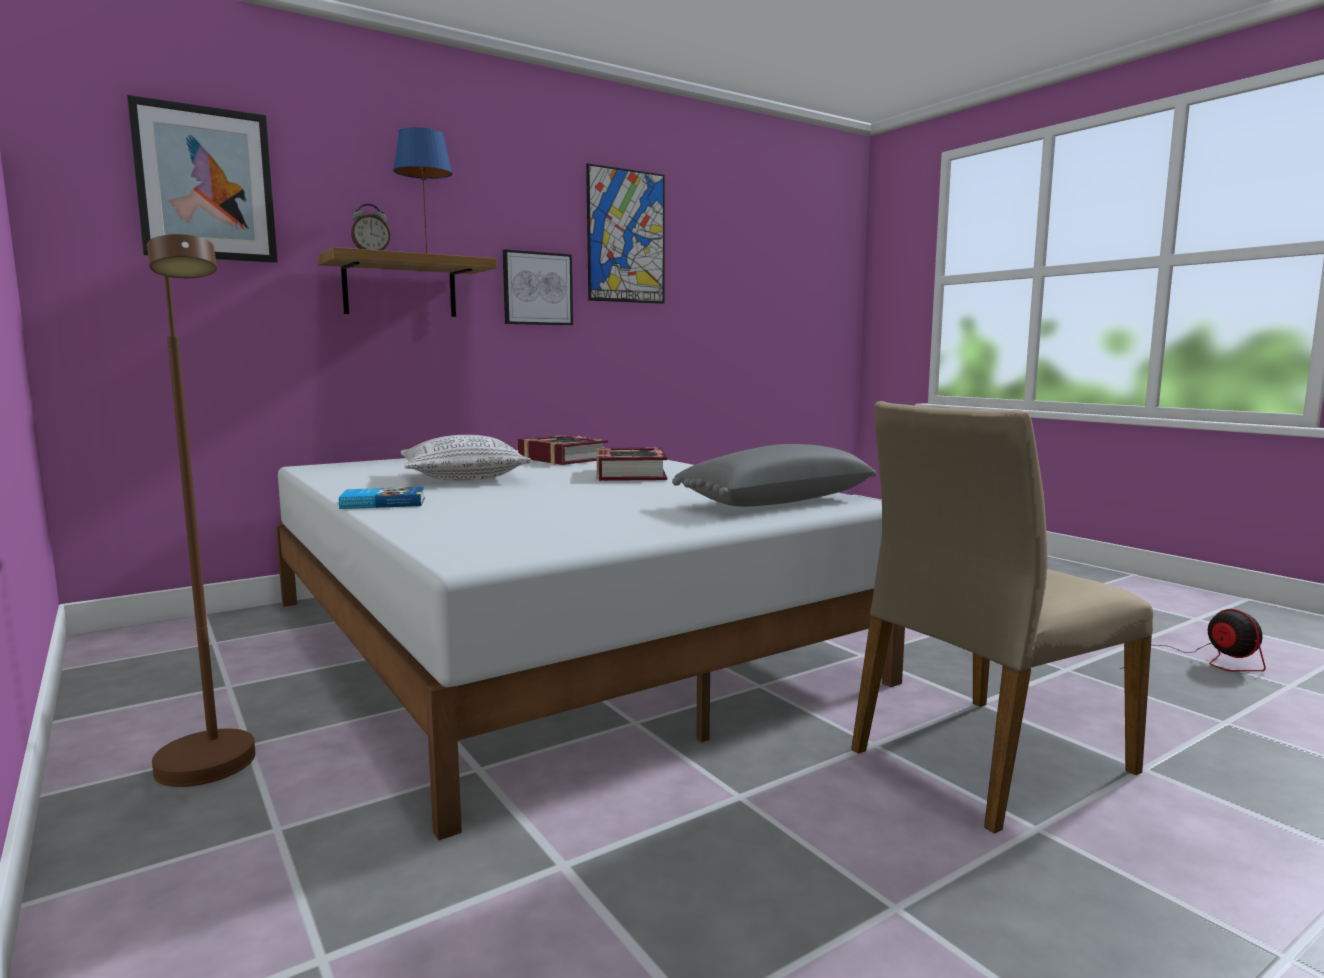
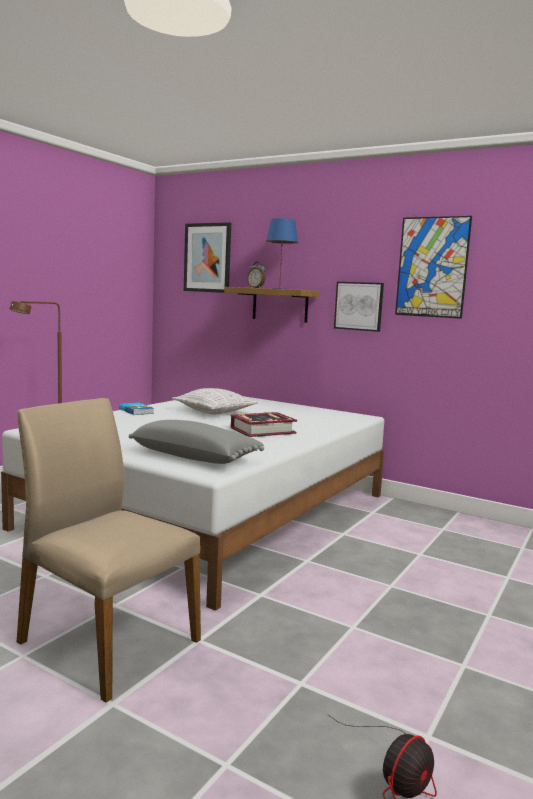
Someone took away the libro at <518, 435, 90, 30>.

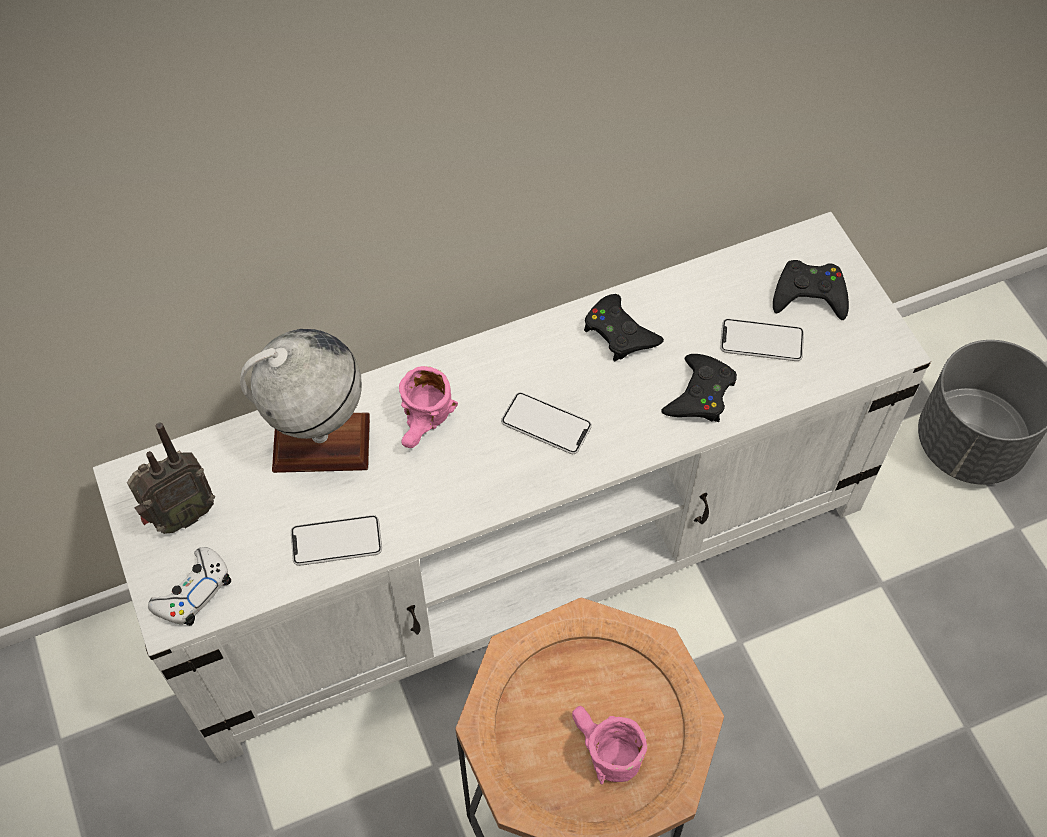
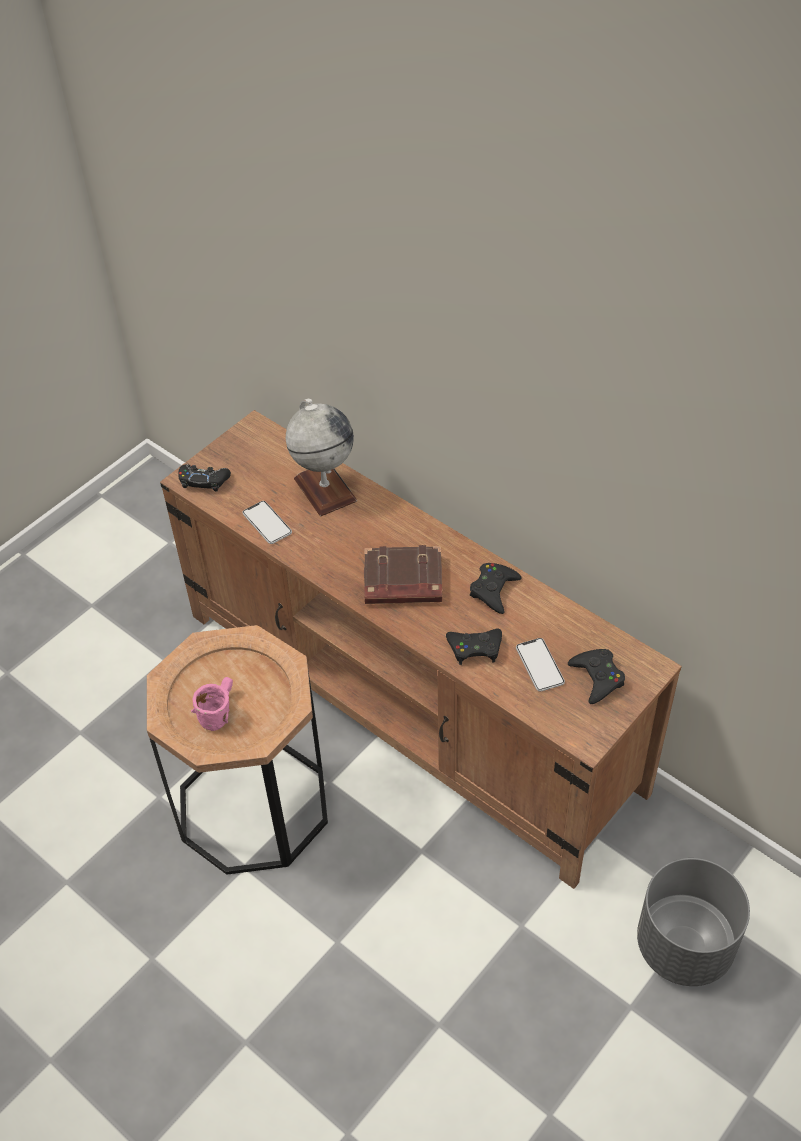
Someone took away the radio at <127, 423, 88, 111>. Someone took away the taza grande [rosa] at <399, 366, 59, 82>. Someone swapped the móvil at <501, 392, 91, 62> for the libro [marrón] at <364, 545, 78, 59>. Someone repainted the mueble de televisión [blanco] at <93, 212, 838, 551>, which became the mueble de televisión [marrón] at <160, 410, 522, 479>. Someone repainted the mando de consola [blanco] at <148, 547, 83, 79>, which became the mando de consola [negro] at <178, 464, 53, 28>.

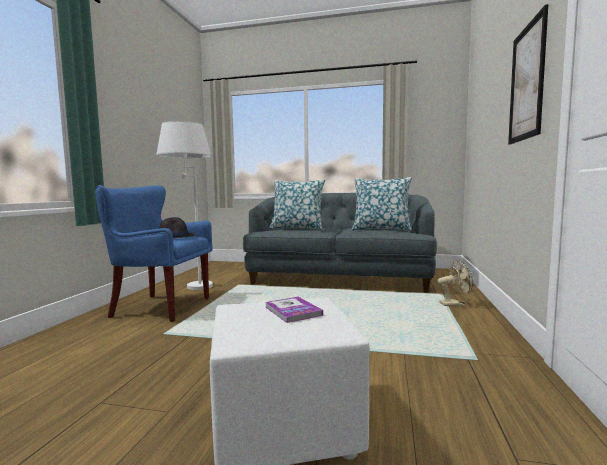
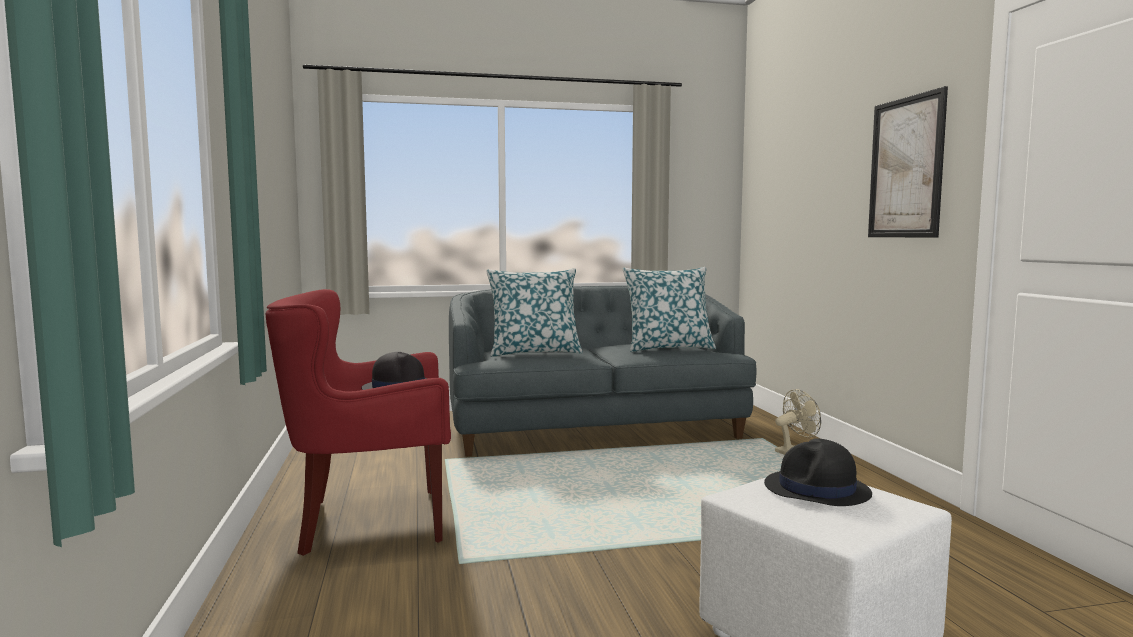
Someone took away the lámpara de pie [blanco] at <157, 121, 56, 169>. Someone swapped the libro at <265, 297, 58, 26> for the sombrero [negro] at <764, 439, 108, 67>. Someone repainted the sillón [azul] at <95, 185, 118, 137>, which became the sillón [rojo] at <266, 289, 185, 267>.

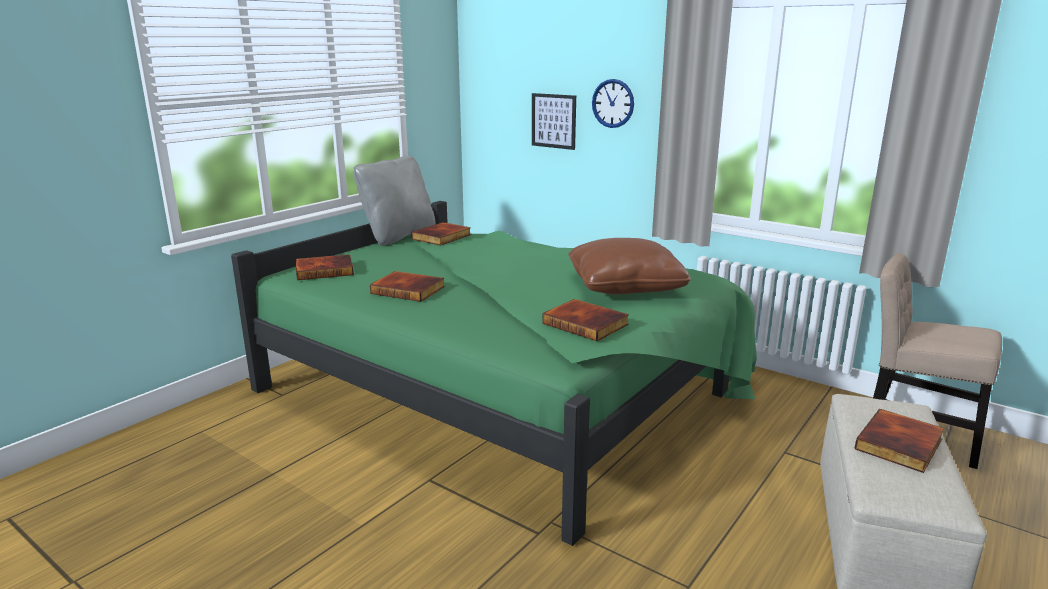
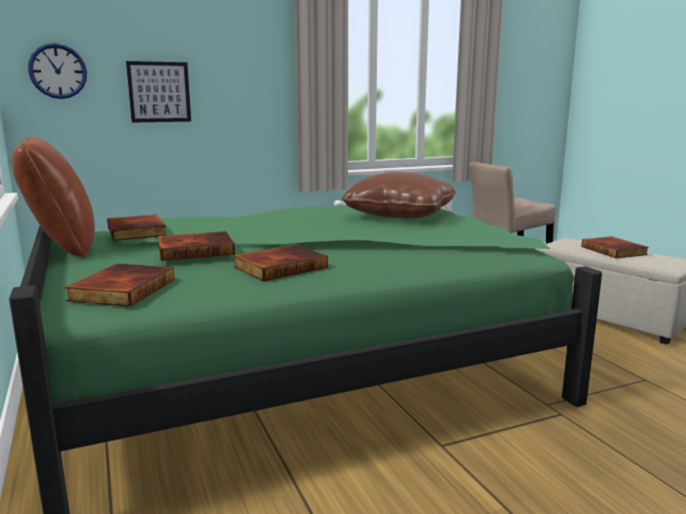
Someone carried the libro from <542, 299, 87, 42> to <157, 231, 78, 30>. Someone carried the reloj de pared from <592, 79, 42, 49> to <28, 43, 59, 56>. Someone repainted the cojín [gris] at <353, 156, 82, 90>, which became the cojín [marrón] at <12, 137, 83, 121>.

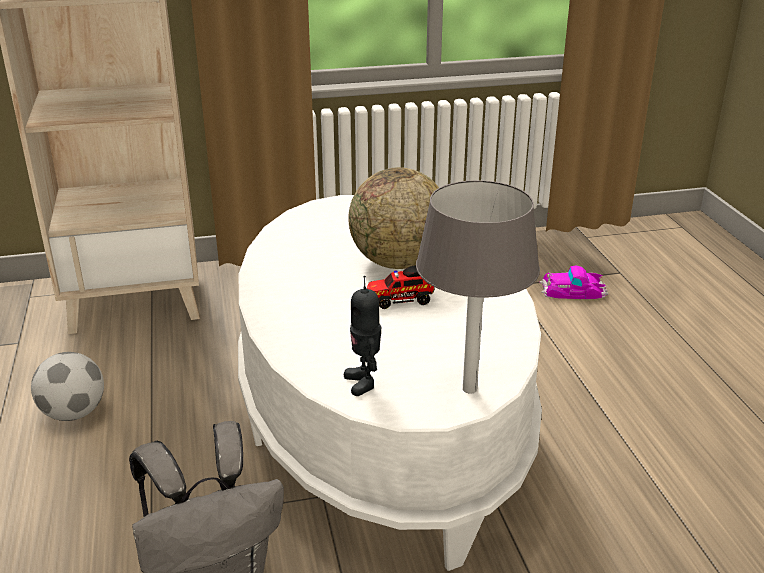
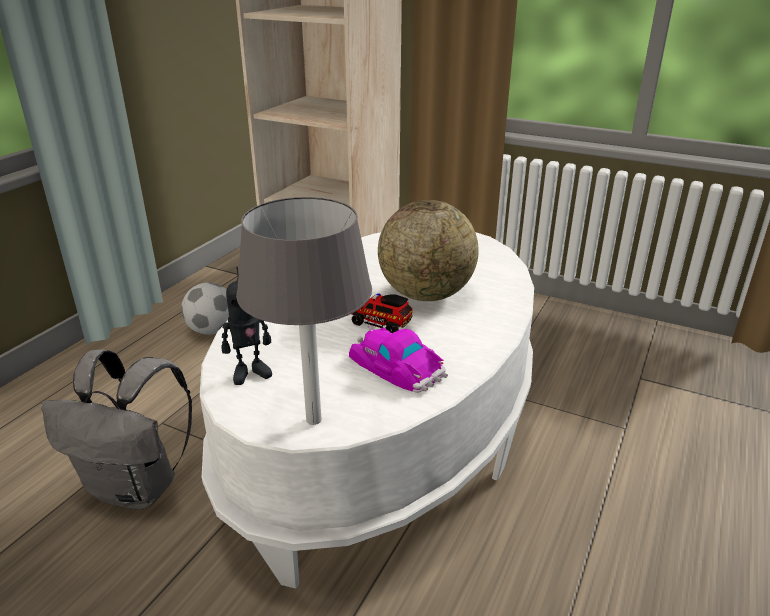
Someone carried the coche de juguete from <539, 265, 69, 34> to <349, 326, 99, 67>. Someone rotated the robot de juguete at <344, 276, 37, 120> by 135 degrees counterclockwise.

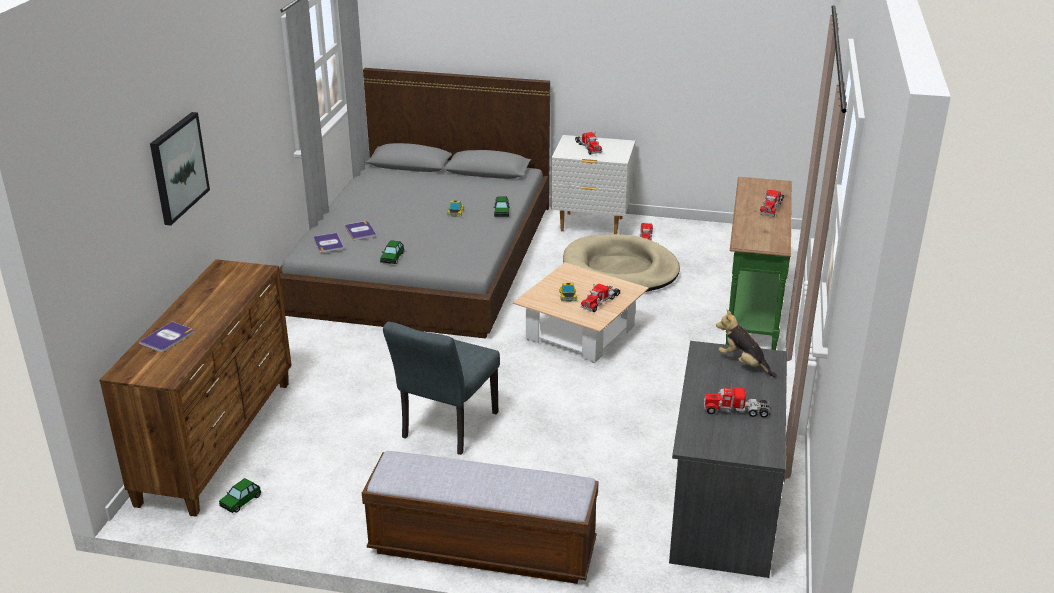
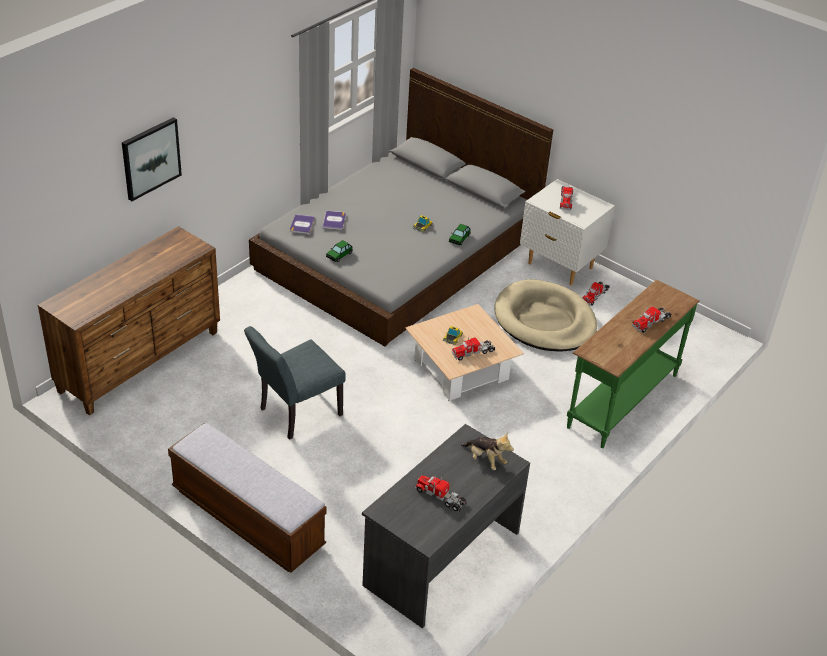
Someone took away the libro at <139, 322, 55, 30>. Someone took away the coche de juguete at <219, 478, 42, 35>. Someone rotated the peluche at <716, 309, 61, 68> by 150 degrees clockwise.

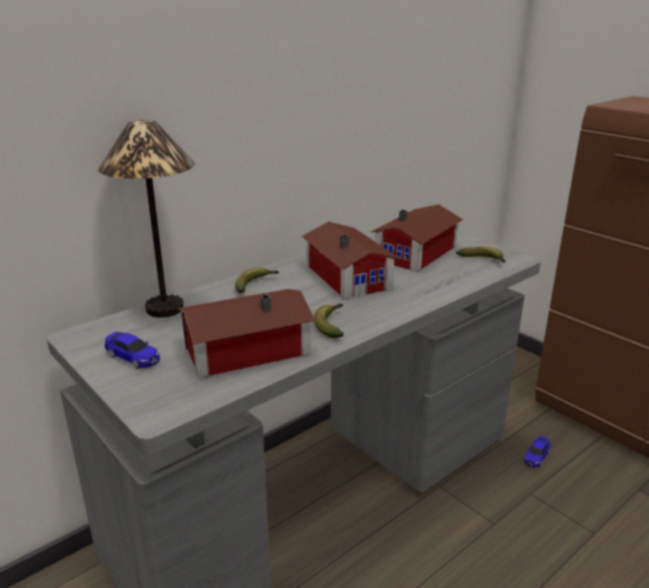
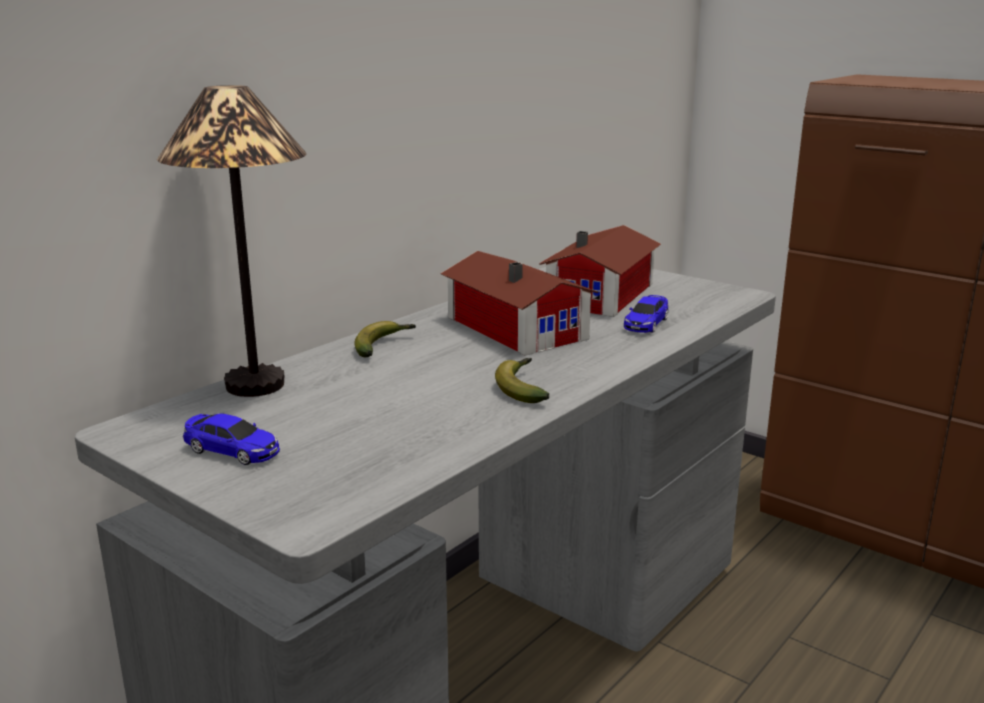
Someone took away the casita at <177, 289, 139, 89>. Someone took away the plátano at <456, 247, 49, 16>. Someone carried the coche de juguete from <524, 436, 27, 32> to <624, 295, 44, 38>.

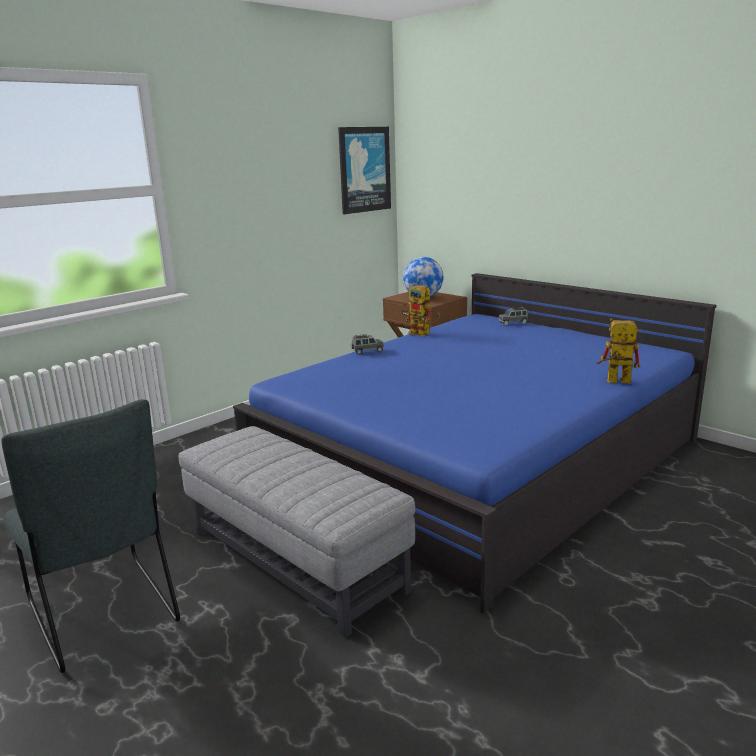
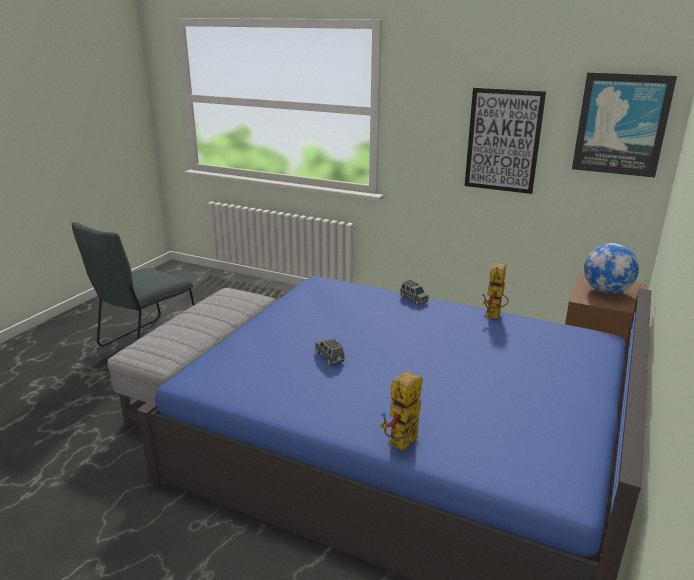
Someone put up the cuadro at <465, 87, 81, 107>. Someone carried the coche de juguete [gris] from <499, 307, 29, 18> to <315, 338, 30, 27>. Someone rotated the robot de juguete at <597, 318, 43, 66> by 135 degrees counterclockwise.

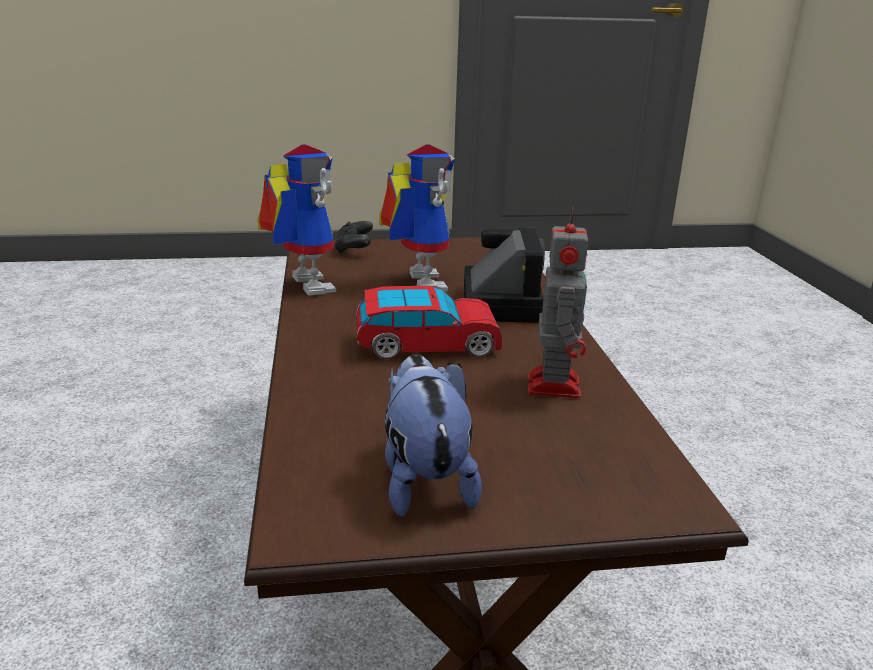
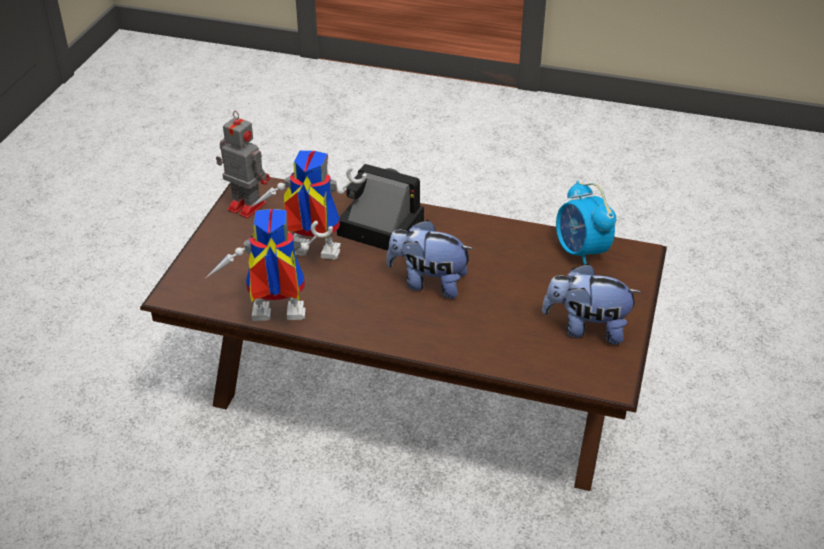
Someone took away the mando de consola [negro] at <334, 221, 39, 33>. Someone put down the despertador at <556, 181, 60, 84>. Someone carried the robot de juguete from <528, 207, 60, 192> to <216, 111, 54, 107>. Someone swapped the coche de juguete at <356, 286, 146, 73> for the peluche at <386, 220, 88, 79>.

